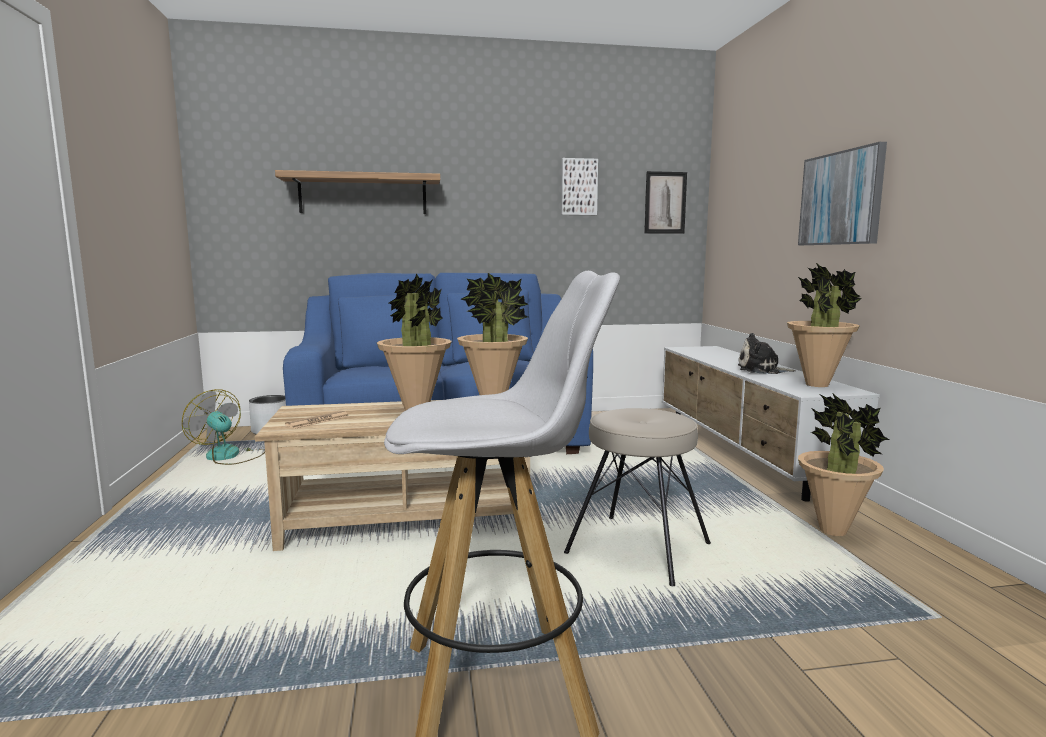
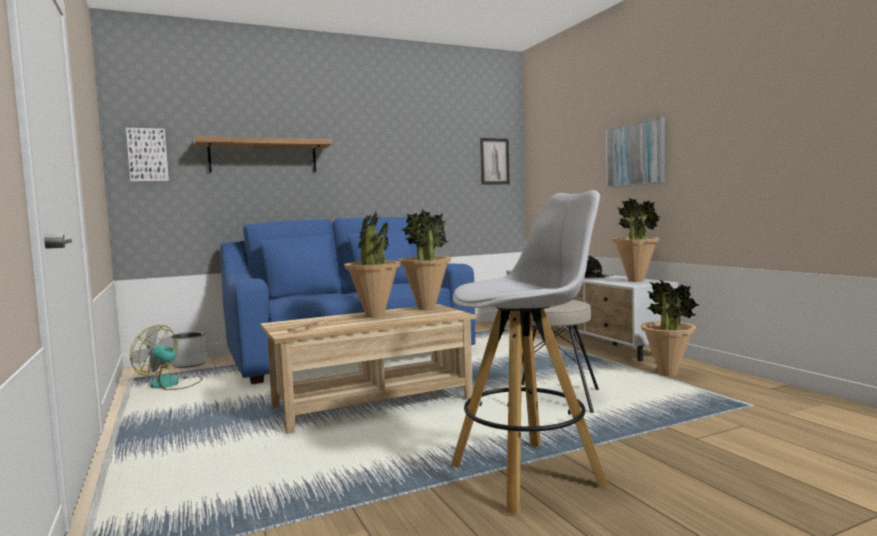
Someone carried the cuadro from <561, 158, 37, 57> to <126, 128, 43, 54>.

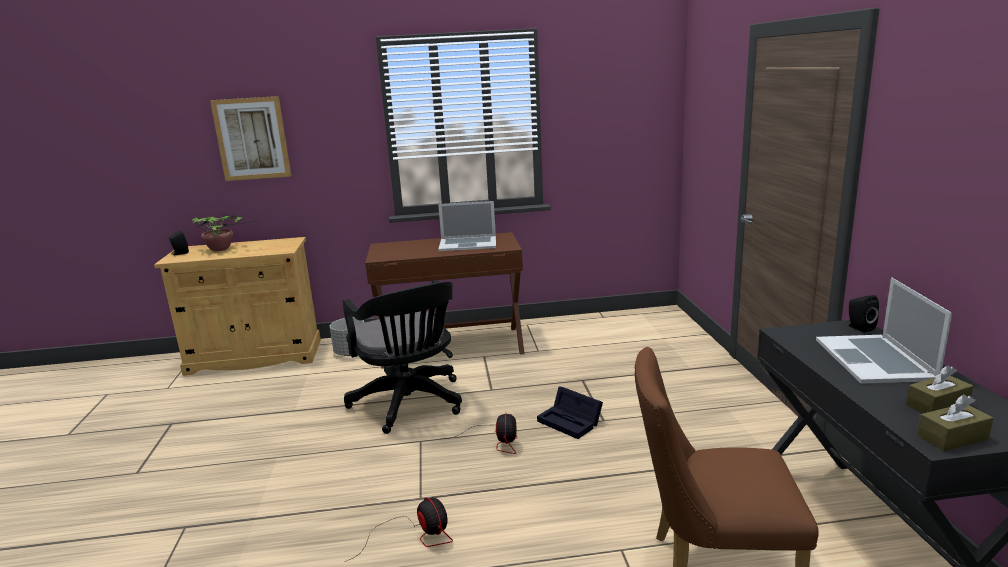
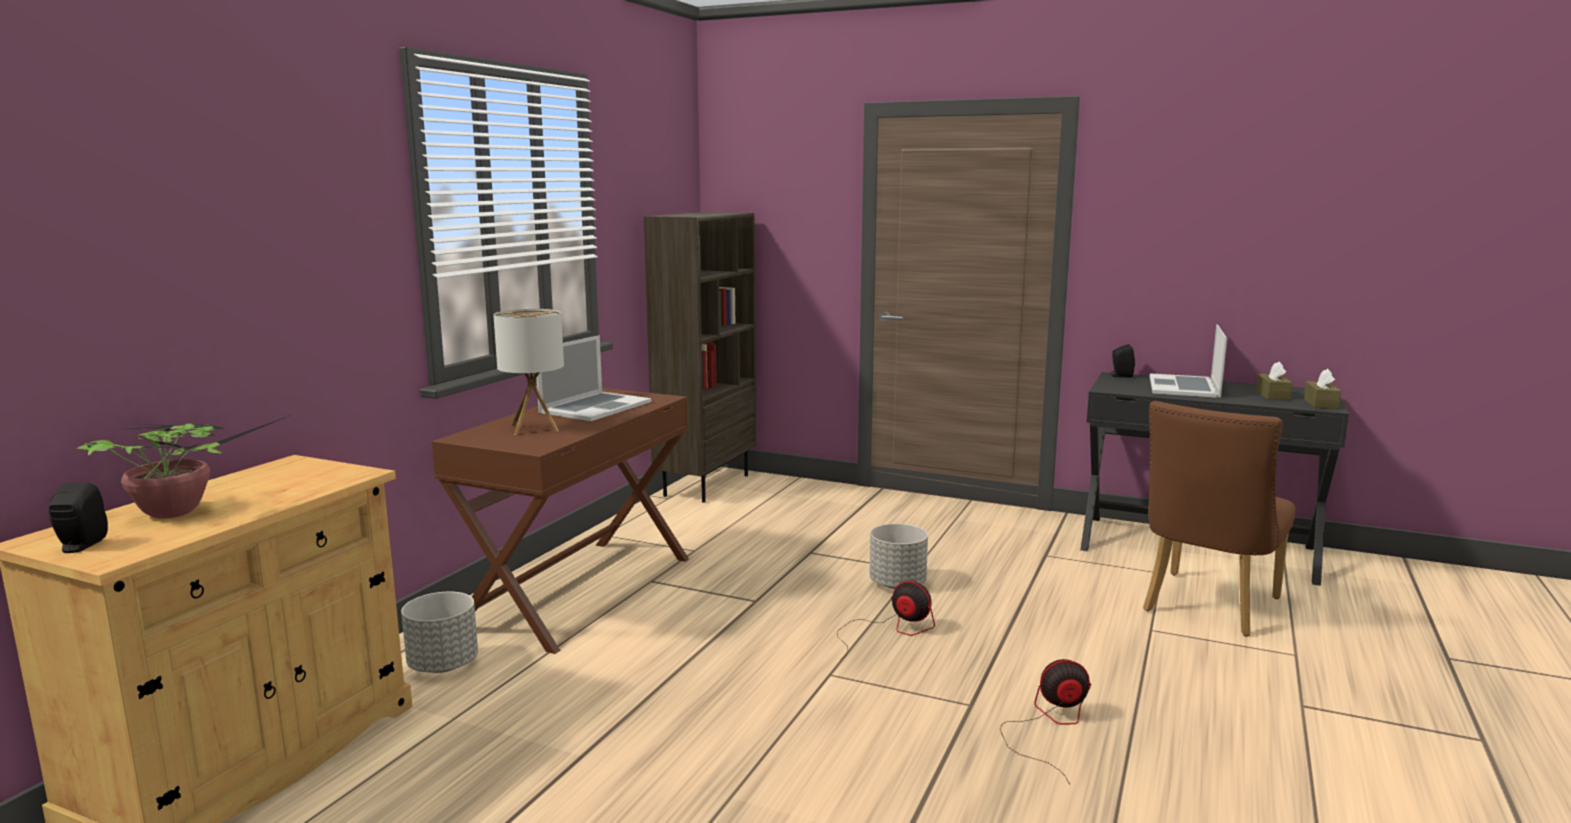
Someone took away the cuadro at <210, 96, 81, 85>. Someone took away the silla de oficina [negro] at <343, 280, 119, 154>. Someone put down the lámpara de mesa at <494, 309, 70, 126>. Someone put down the estantería [marrón] at <644, 212, 112, 291>. Someone swapped the caja de almacenaje [negro] at <537, 387, 66, 52> for the maceta [gris] at <869, 524, 59, 65>. Someone rotated the portátil at <816, 277, 136, 107> by 75 degrees clockwise.

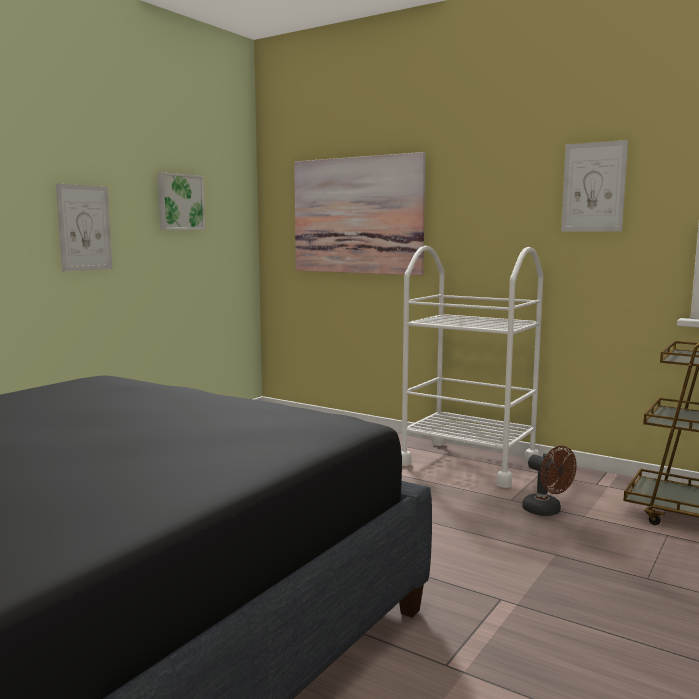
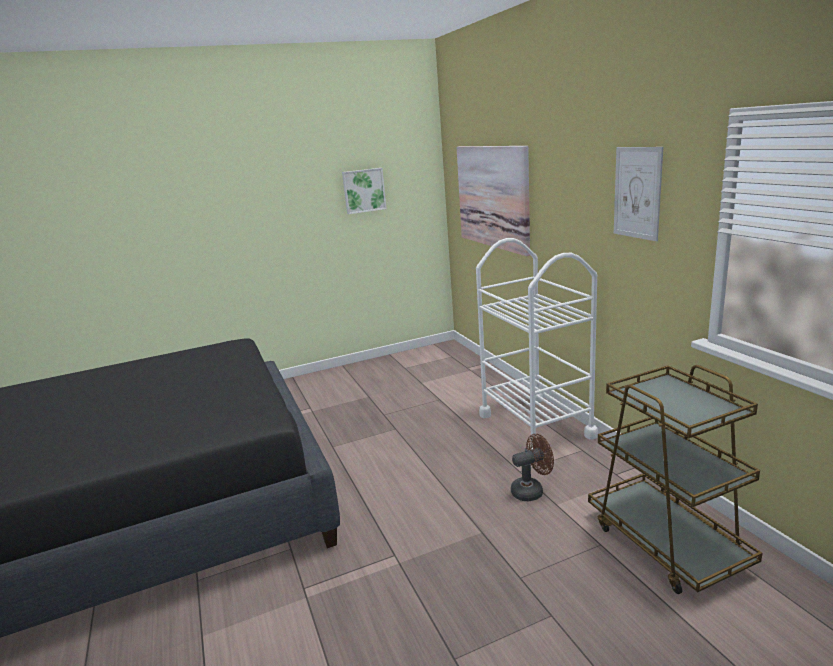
Someone took away the cuadro at <56, 183, 57, 88>. Someone rotated the ventilador [marrón] at <522, 446, 55, 70> by 105 degrees counterclockwise.

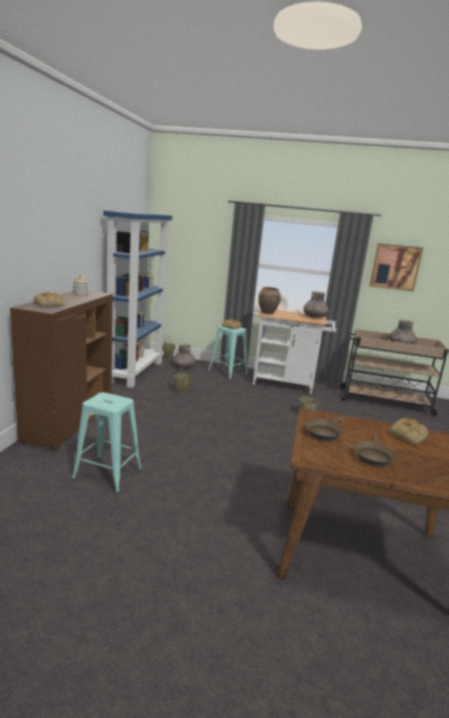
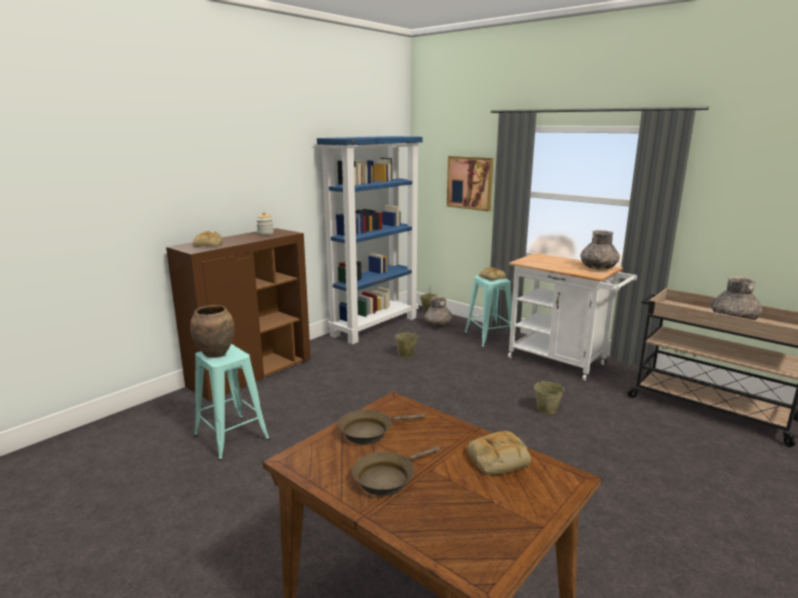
Someone carried the florero [marrón] from <258, 287, 23, 27> to <190, 305, 45, 53>. Someone carried the cuadro from <370, 243, 53, 49> to <447, 156, 46, 56>.

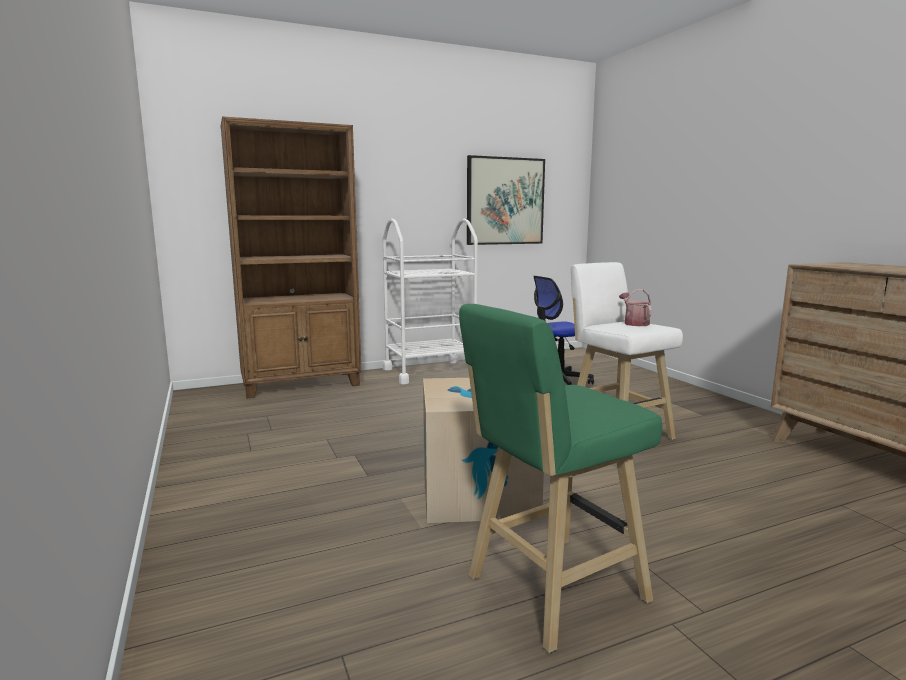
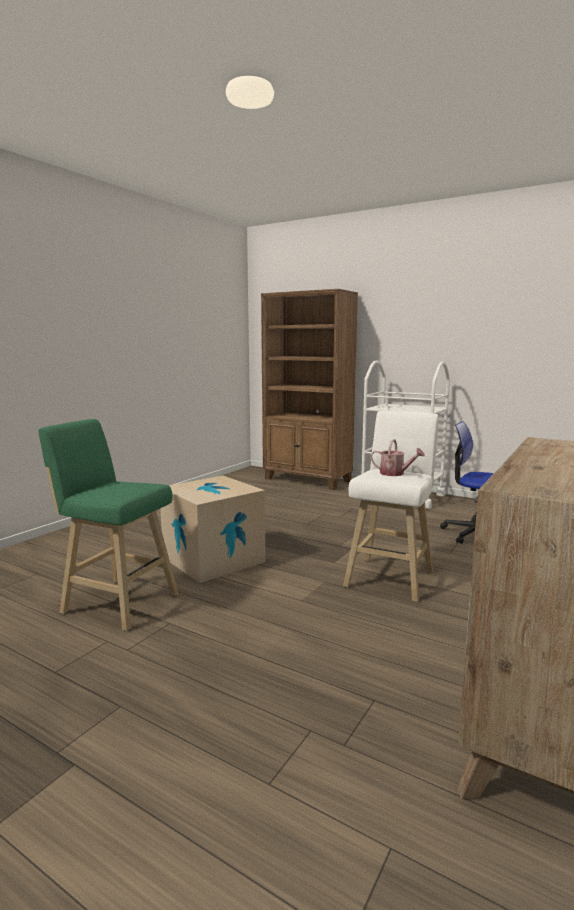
Someone took away the cuadro at <467, 155, 78, 90>. Someone rotated the regadera at <619, 289, 33, 37> by 75 degrees clockwise.

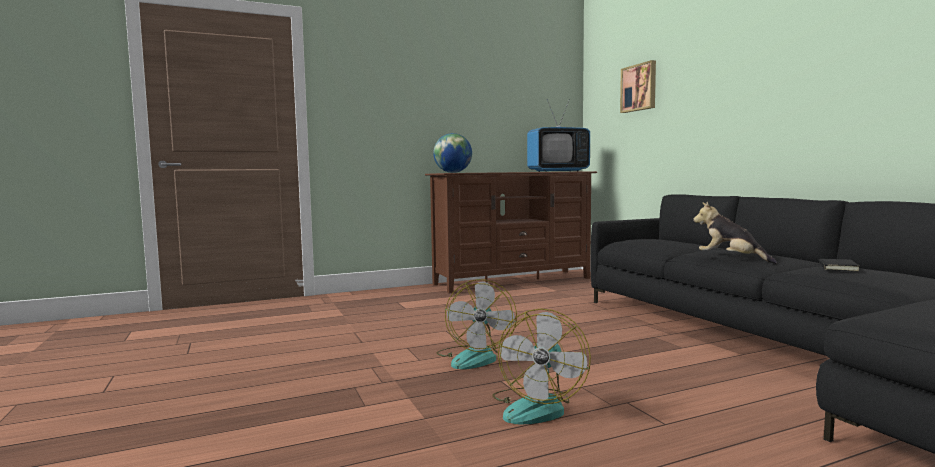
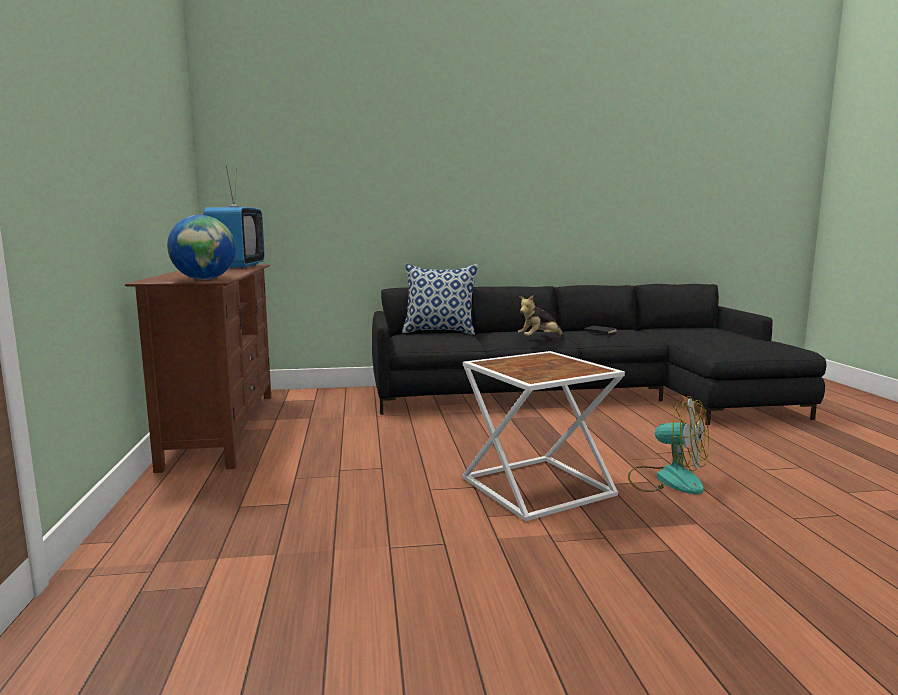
Someone took away the cuadro at <620, 60, 36, 53>. Someone put down the cojín at <402, 264, 76, 71>. Someone swapped the ventilador at <437, 279, 80, 90> for the mesa auxiliar [blanco] at <462, 351, 163, 170>.

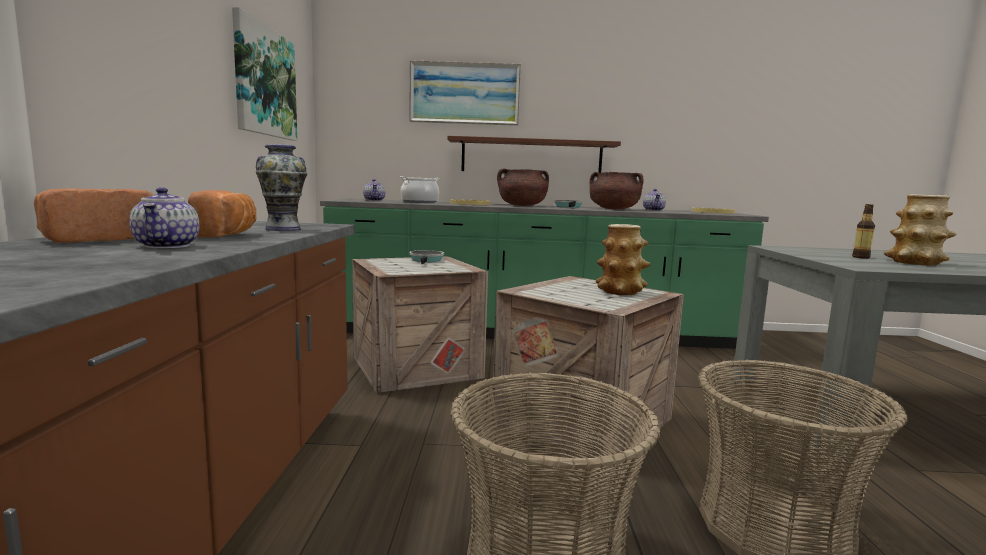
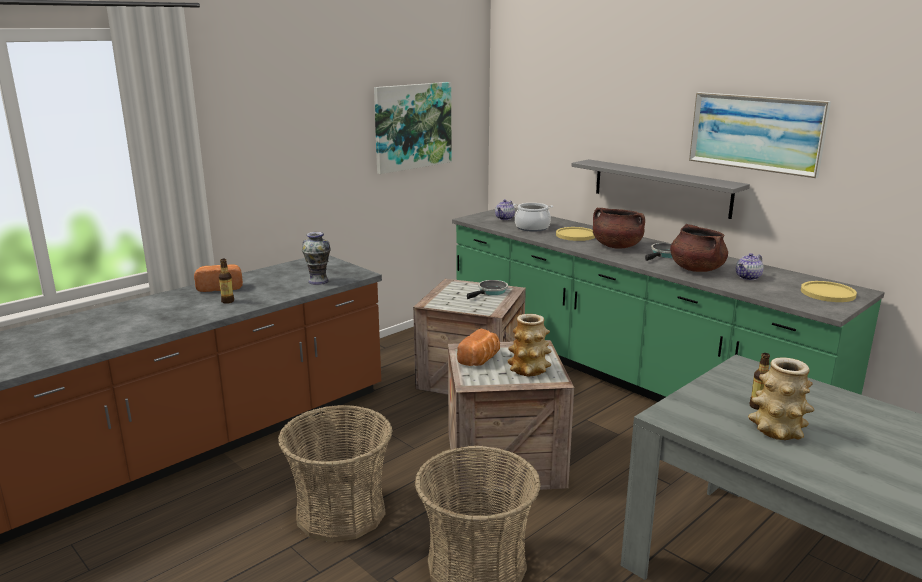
Someone carried the pan from <188, 190, 68, 48> to <457, 329, 43, 37>. Someone carried the cuadro from <409, 60, 112, 66> to <689, 92, 142, 86>. Someone swapped the tetera at <129, 187, 70, 61> for the botella at <219, 259, 15, 45>. Someone repainted the estante [marrón] at <447, 136, 174, 37>, which became the estante [gris] at <571, 159, 179, 60>.

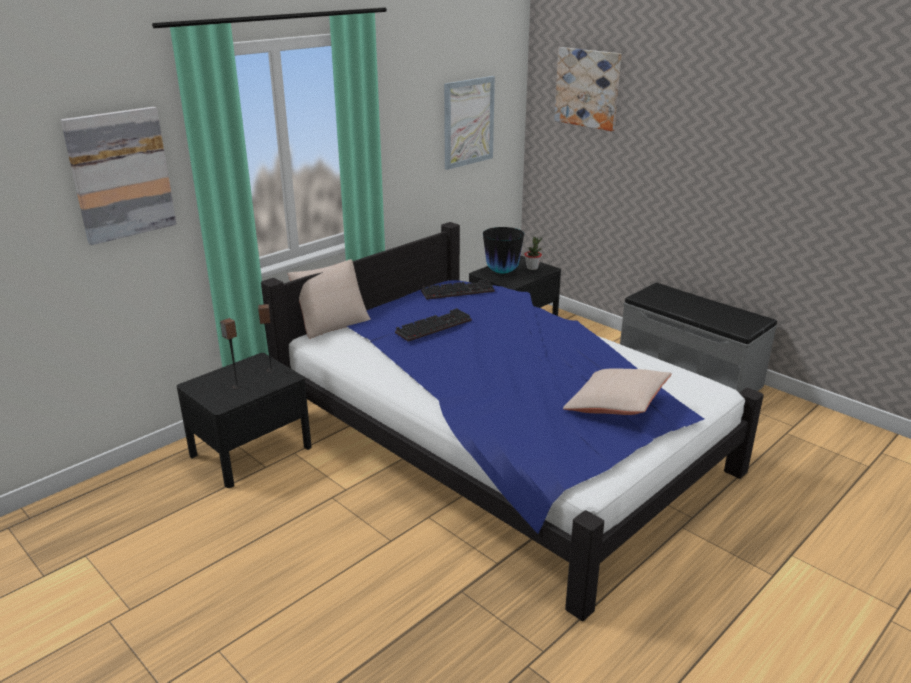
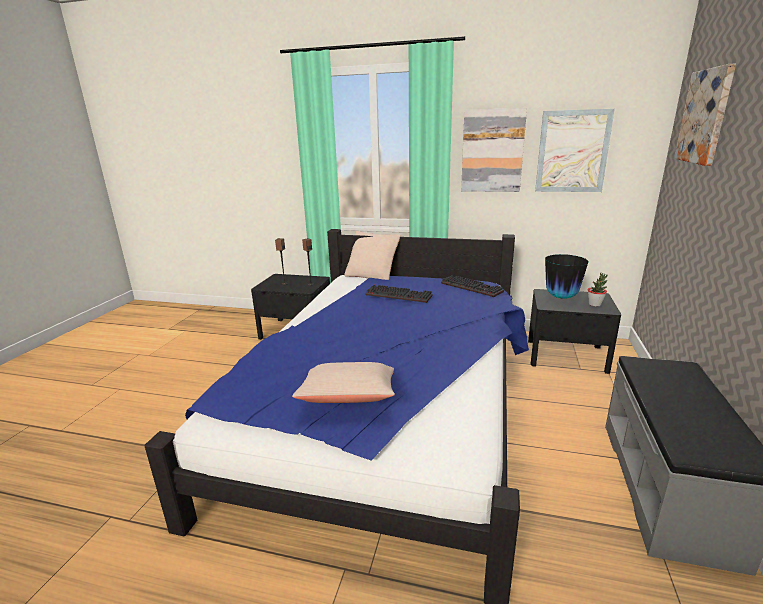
Someone carried the cuadro from <61, 107, 116, 138> to <461, 108, 66, 84>.

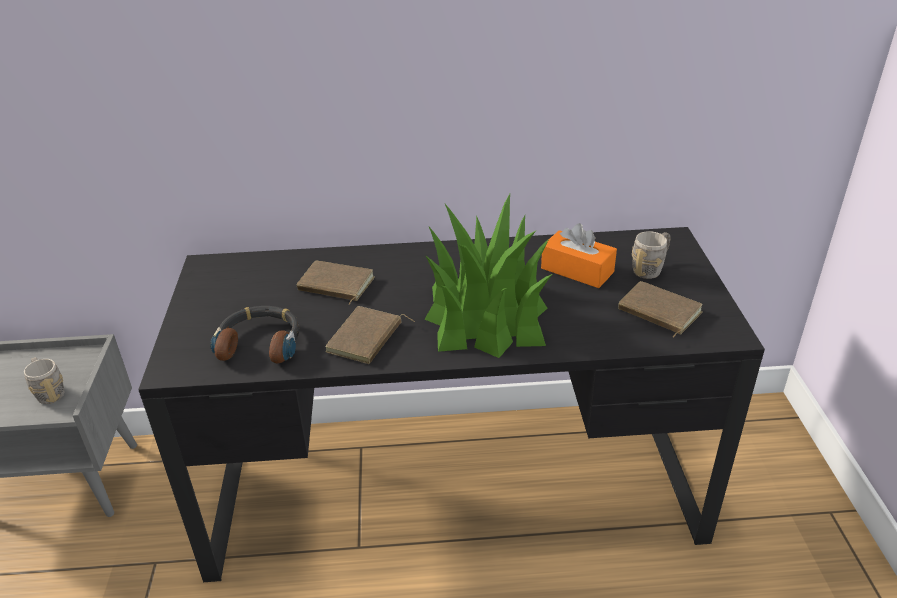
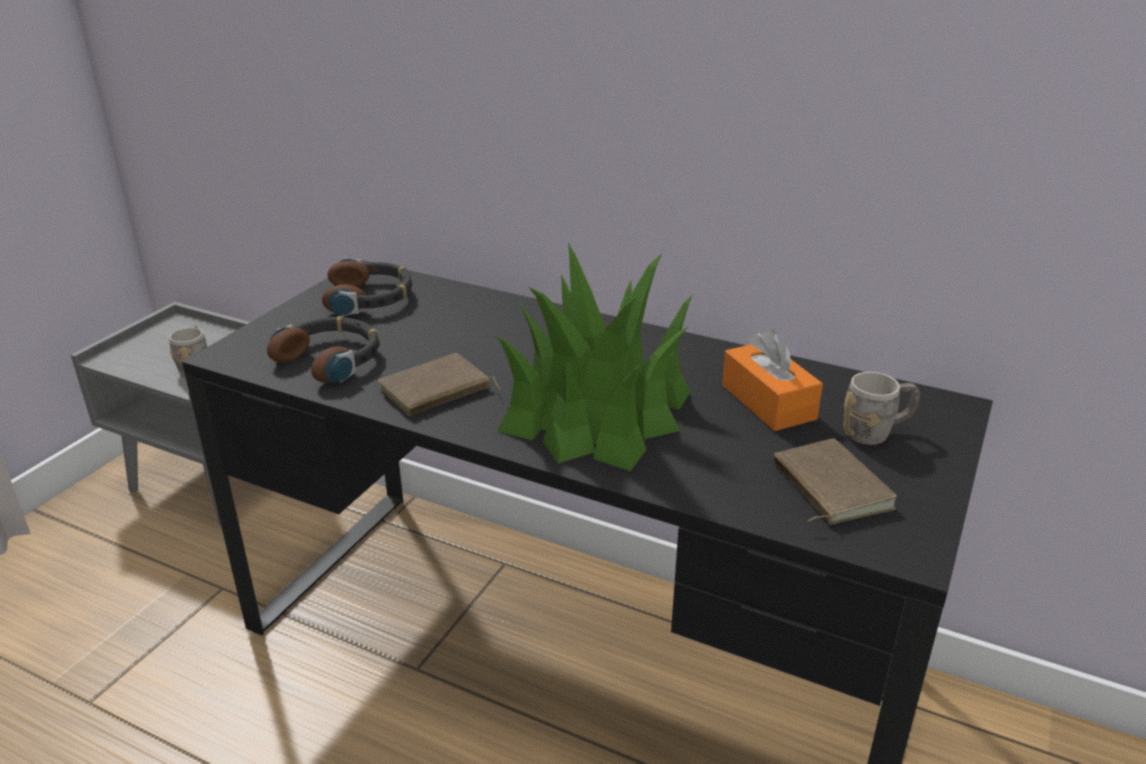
Someone took away the libro [marrón] at <297, 261, 78, 44>. Someone put down the auriculares at <322, 258, 90, 58>.

